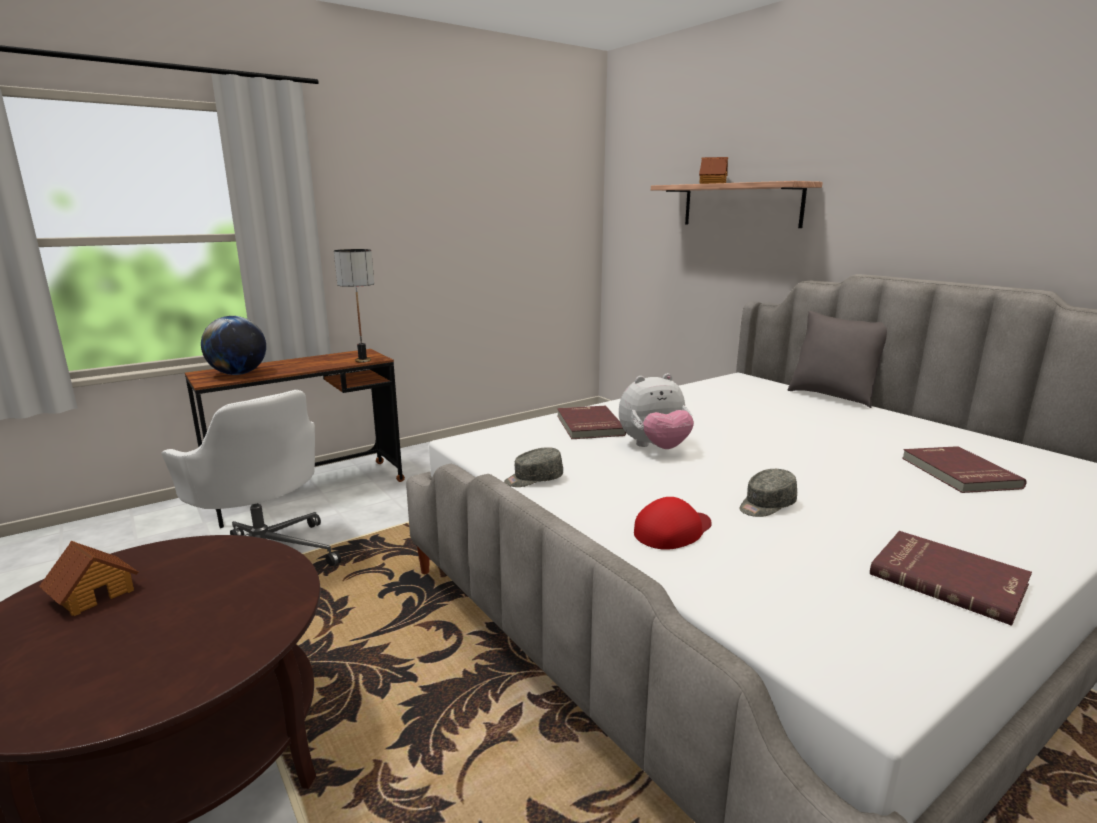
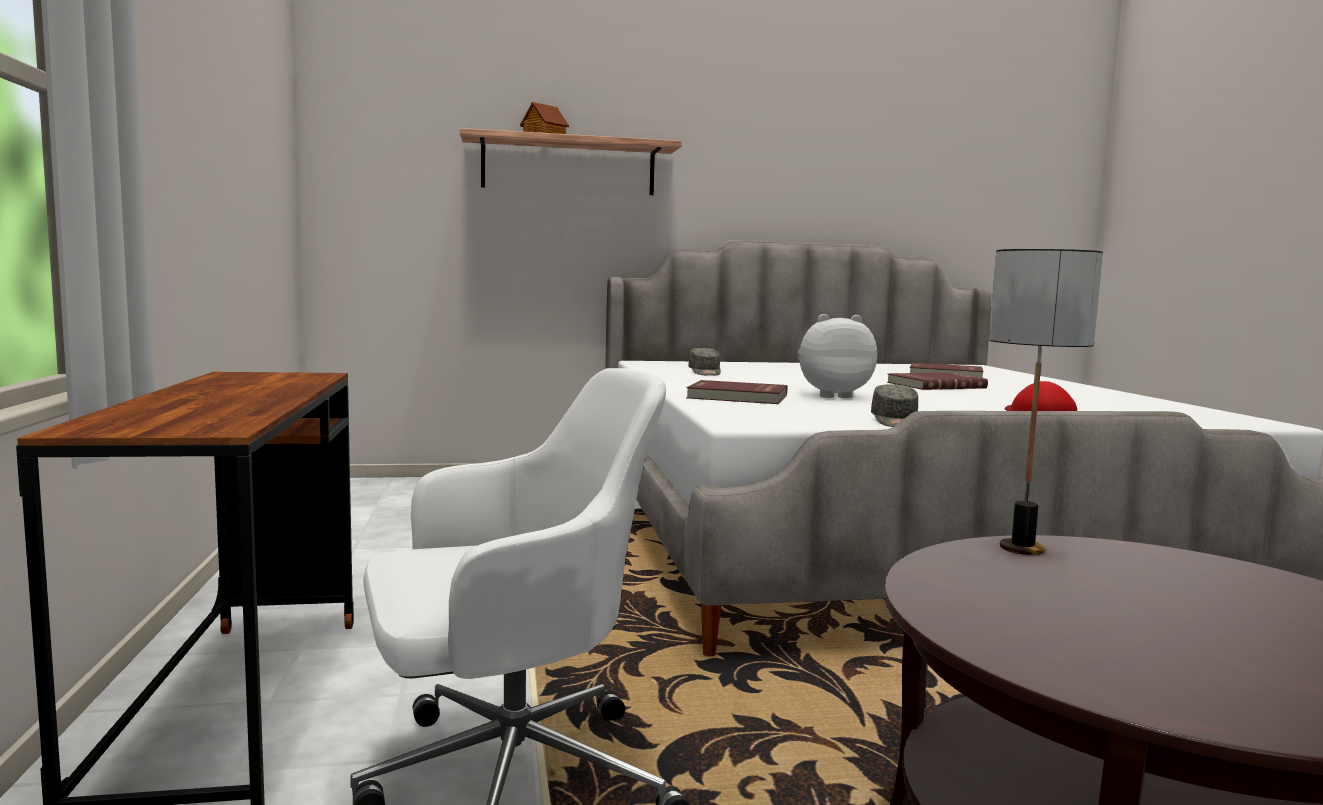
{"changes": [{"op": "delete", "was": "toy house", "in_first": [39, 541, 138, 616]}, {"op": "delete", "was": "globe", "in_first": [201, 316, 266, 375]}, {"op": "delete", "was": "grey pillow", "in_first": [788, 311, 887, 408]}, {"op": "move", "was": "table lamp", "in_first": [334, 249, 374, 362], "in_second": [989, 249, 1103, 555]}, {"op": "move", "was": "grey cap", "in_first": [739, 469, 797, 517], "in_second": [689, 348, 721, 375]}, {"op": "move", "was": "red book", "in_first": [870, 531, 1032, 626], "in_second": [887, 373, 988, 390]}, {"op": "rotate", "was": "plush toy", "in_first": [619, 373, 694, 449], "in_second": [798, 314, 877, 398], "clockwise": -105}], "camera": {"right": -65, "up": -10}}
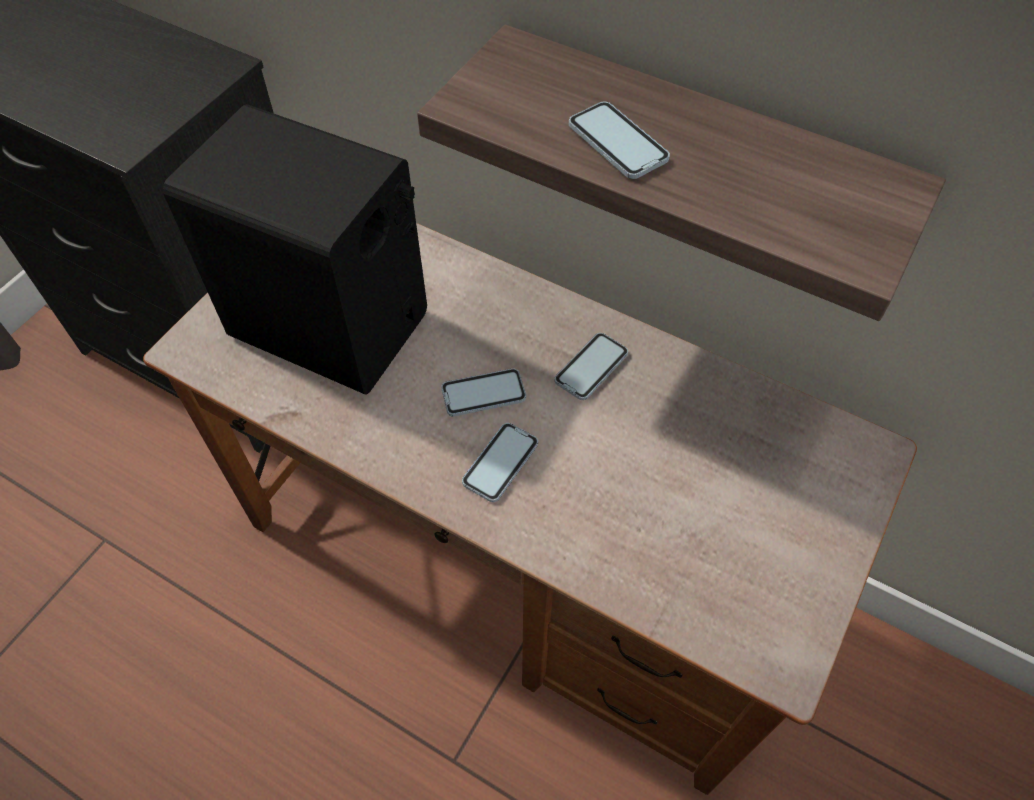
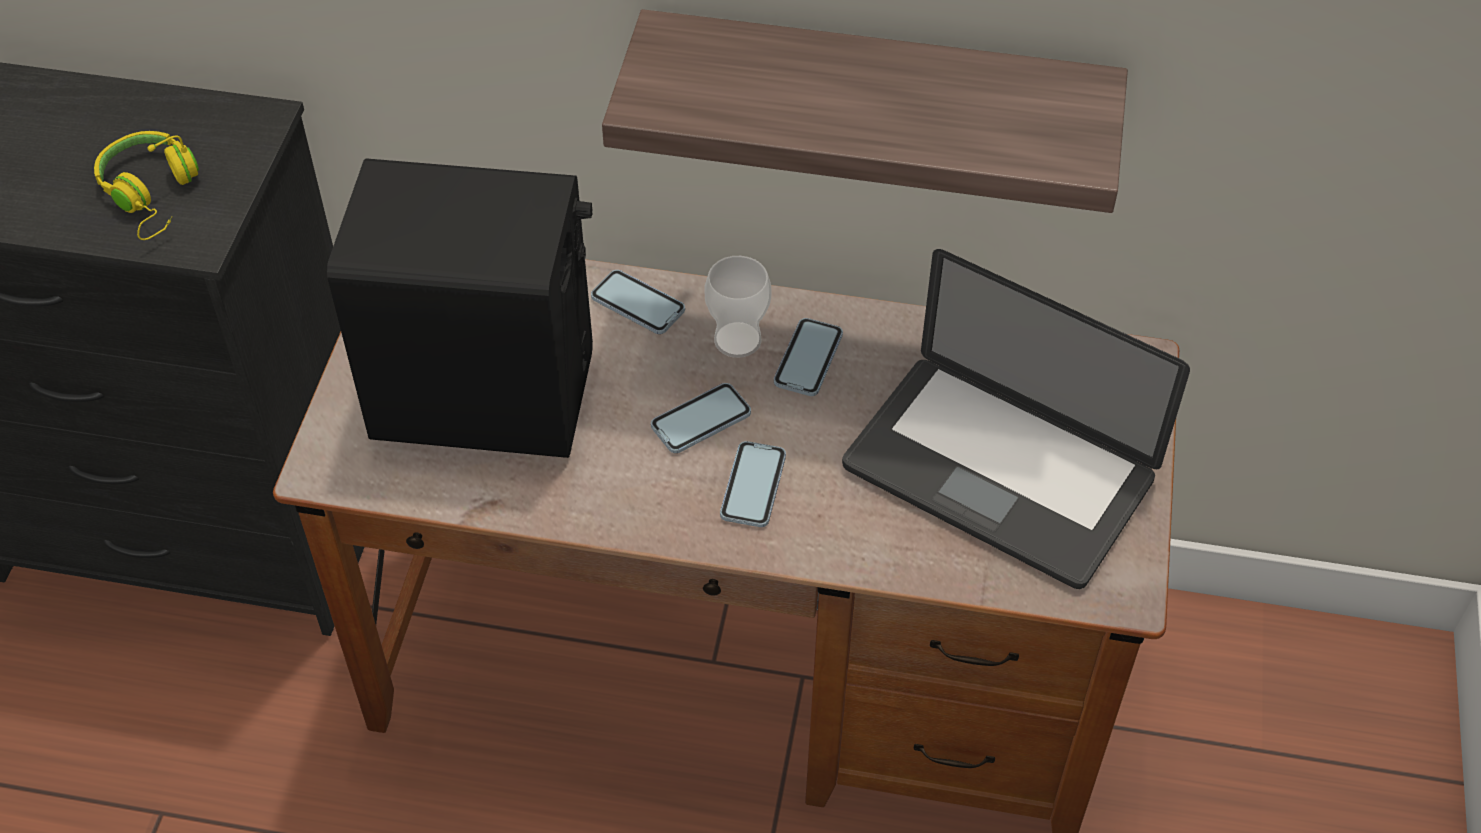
{"changes": [{"op": "insert", "now": "yellow headphones", "in_second": [94, 131, 199, 240]}, {"op": "insert", "now": "cup", "in_second": [704, 256, 772, 358]}, {"op": "insert", "now": "laptop", "in_second": [842, 249, 1190, 589]}, {"op": "move", "was": "phone", "in_first": [569, 102, 670, 179], "in_second": [591, 270, 685, 334]}], "camera": {"right": -20, "up": -5}}
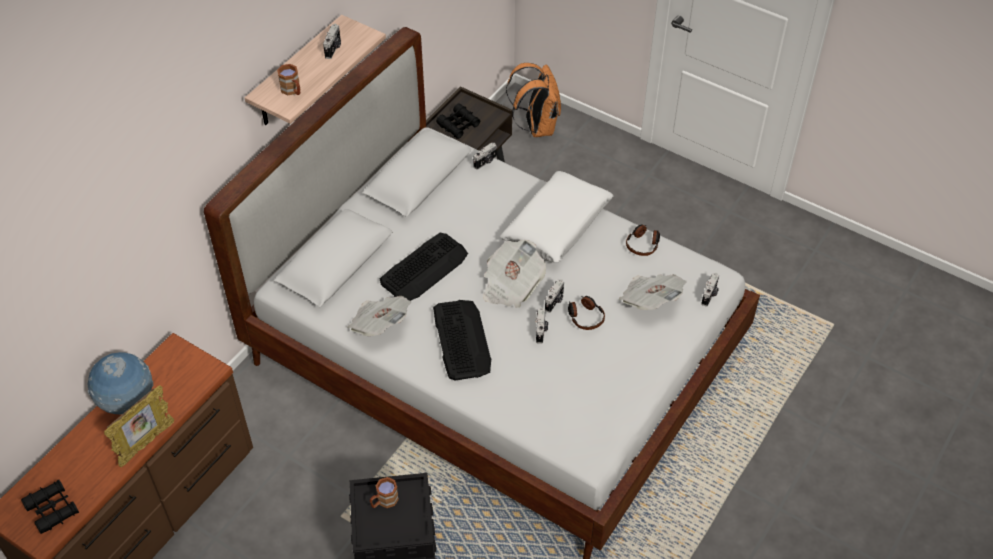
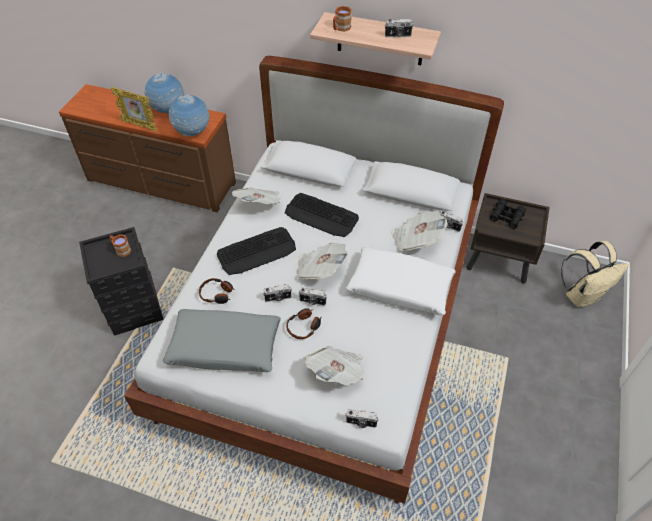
{"changes": [{"op": "delete", "was": "black binoculars", "in_first": [21, 480, 79, 534]}, {"op": "insert", "now": "grey pillow", "in_second": [163, 309, 281, 372]}, {"op": "insert", "now": "globe", "in_second": [169, 94, 210, 136]}, {"op": "insert", "now": "newspaper", "in_second": [391, 211, 448, 251]}, {"op": "move", "was": "headphones", "in_first": [626, 224, 660, 256], "in_second": [199, 278, 235, 304]}, {"op": "recolor", "was": "orange backpack", "now": "beige backpack", "in_first": [506, 63, 561, 137], "in_second": [561, 241, 629, 308]}], "camera": {"right": 75, "up": 0}}
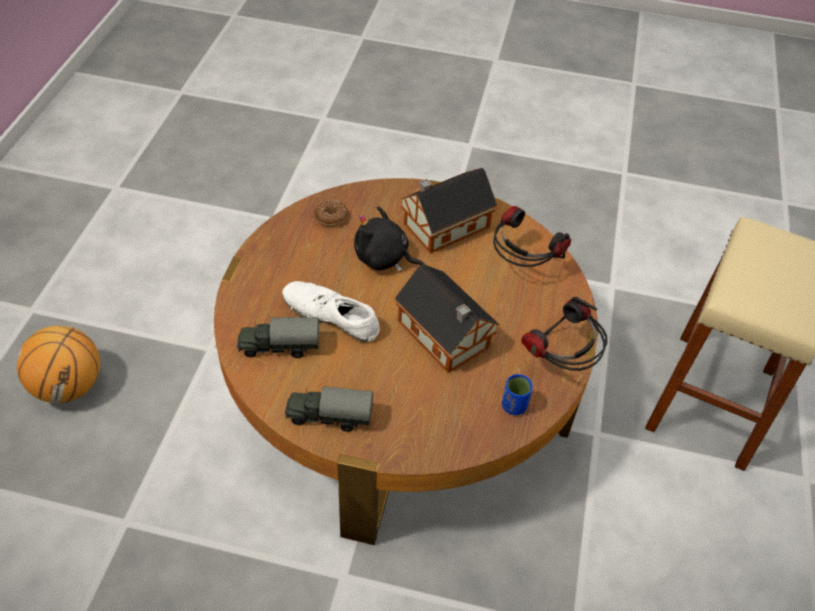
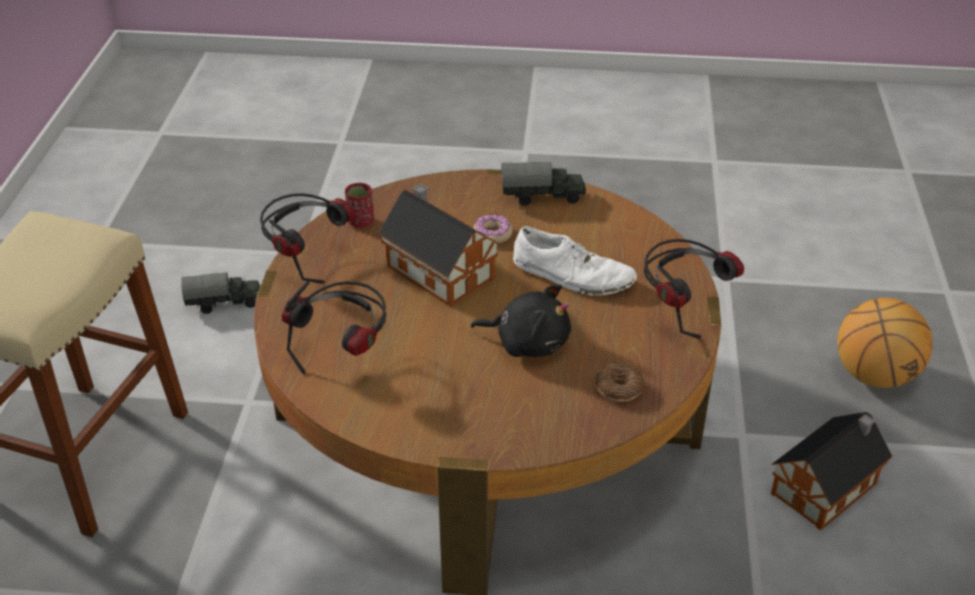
{"changes": [{"op": "insert", "now": "donut", "in_second": [474, 214, 513, 243]}, {"op": "insert", "now": "headphones", "in_second": [644, 239, 744, 339]}, {"op": "move", "was": "toy truck", "in_first": [237, 317, 319, 358], "in_second": [181, 272, 261, 314]}, {"op": "move", "was": "toy house", "in_first": [401, 168, 497, 253], "in_second": [771, 412, 892, 531]}, {"op": "recolor", "was": "blue cup", "now": "red cup", "in_first": [502, 374, 533, 415], "in_second": [345, 183, 374, 228]}], "camera": {"right": 175, "up": -10}}
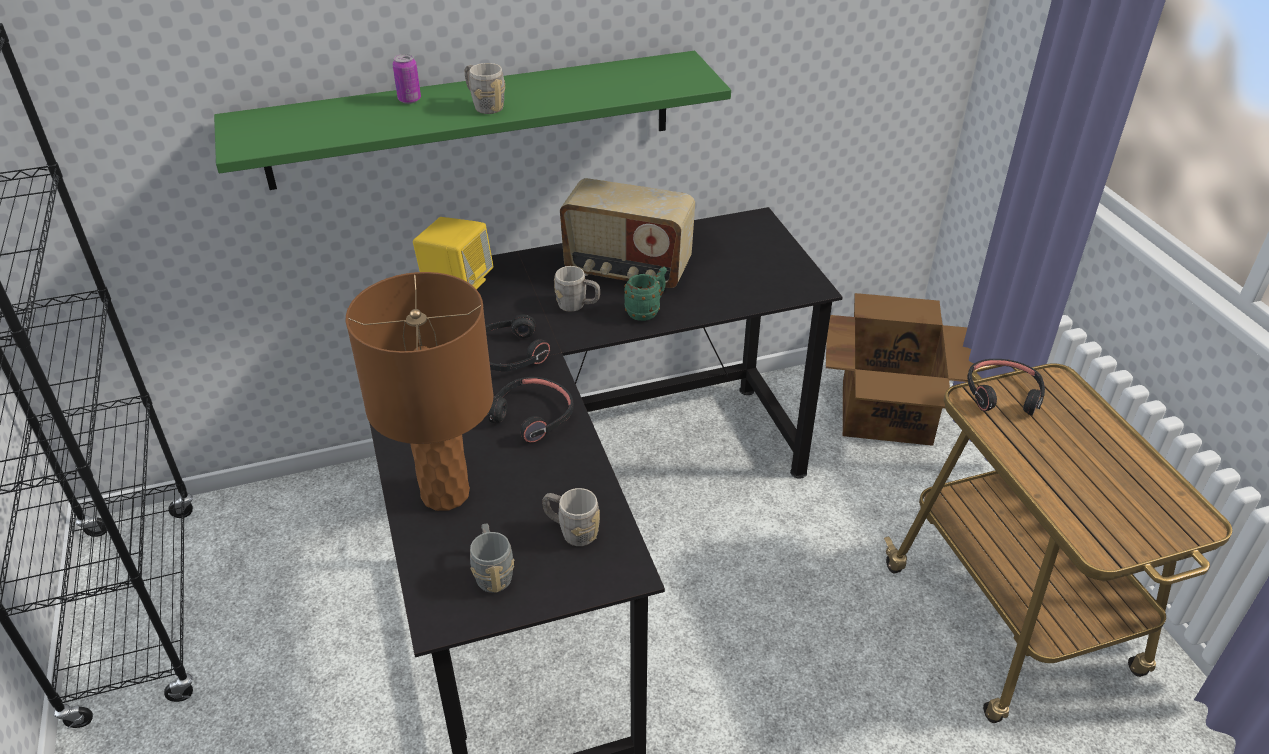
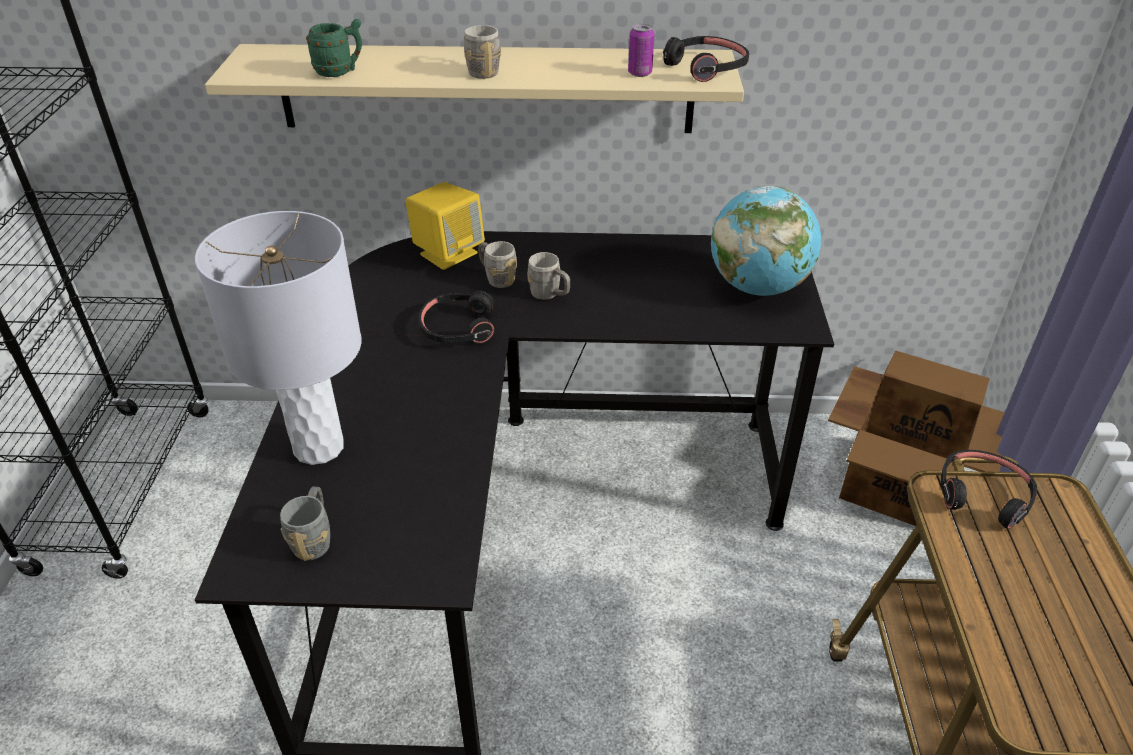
{"changes": [{"op": "delete", "was": "radio", "in_first": [560, 178, 695, 288]}, {"op": "insert", "now": "globe", "in_second": [711, 186, 821, 296]}, {"op": "move", "was": "can", "in_first": [392, 54, 421, 104], "in_second": [628, 24, 654, 77]}, {"op": "move", "was": "black headphones", "in_first": [488, 377, 574, 443], "in_second": [663, 36, 749, 82]}, {"op": "move", "was": "grey mug", "in_first": [542, 488, 600, 546], "in_second": [478, 241, 517, 288]}, {"op": "move", "was": "green mug", "in_first": [624, 267, 667, 321], "in_second": [306, 19, 362, 77]}, {"op": "recolor", "was": "green shelf", "now": "beige shelf", "in_first": [214, 51, 731, 190], "in_second": [205, 44, 744, 133]}, {"op": "recolor", "was": "brown table lamp", "now": "grey table lamp", "in_first": [346, 272, 494, 511], "in_second": [195, 211, 362, 465]}], "camera": {"right": 20, "up": 0}}
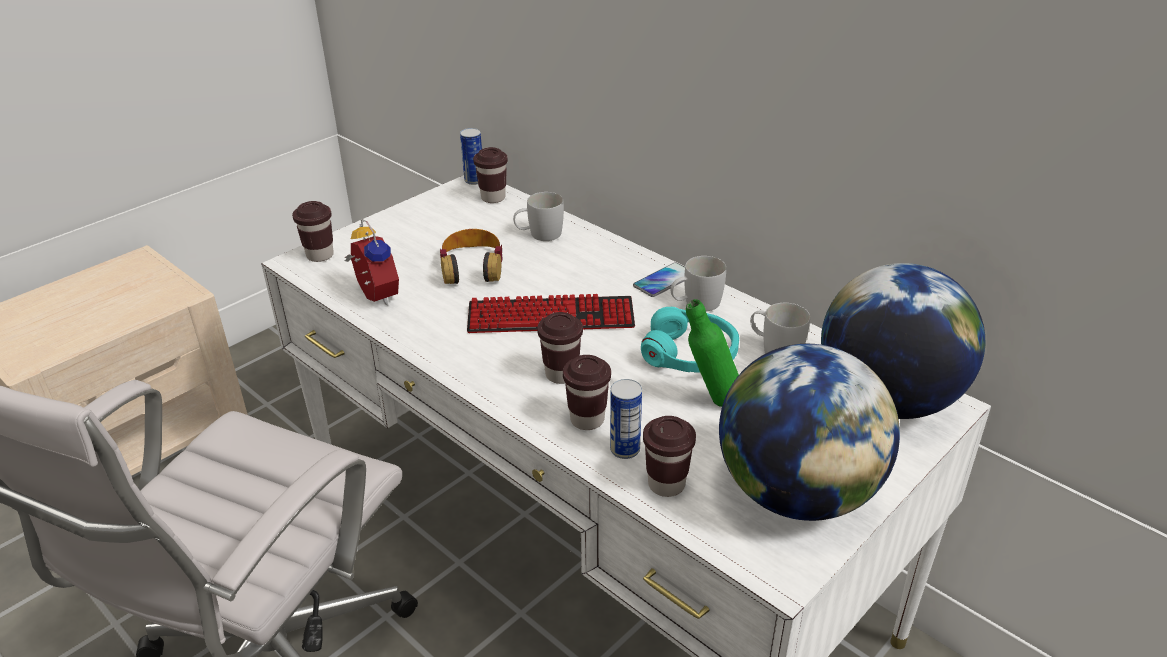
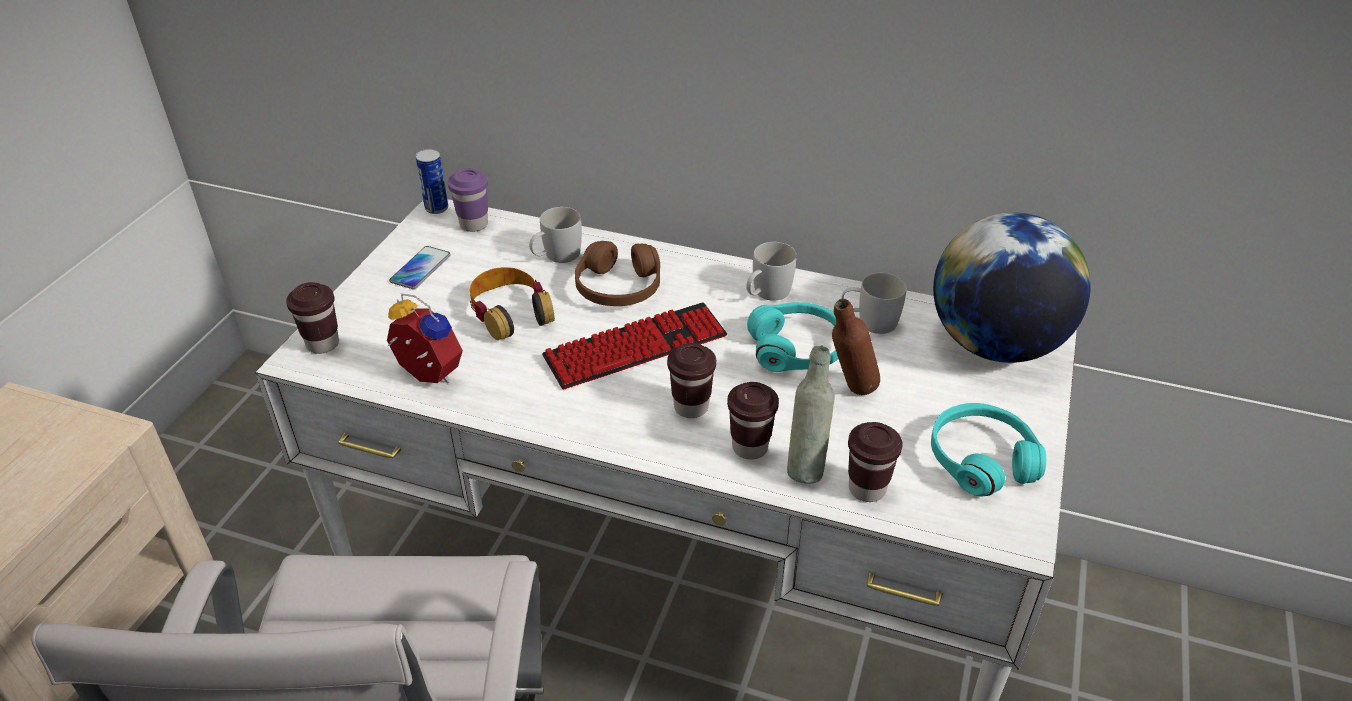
{"changes": [{"op": "insert", "now": "brown headphones", "in_second": [575, 241, 660, 306]}, {"op": "move", "was": "phone", "in_first": [633, 262, 685, 297], "in_second": [389, 246, 451, 289]}, {"op": "replace", "was": "can", "now": "grey bottle", "in_first": [610, 379, 642, 459], "in_second": [787, 346, 835, 484]}, {"op": "replace", "was": "globe", "now": "turquoise headphones", "in_first": [719, 344, 900, 521], "in_second": [931, 403, 1046, 496]}, {"op": "recolor", "was": "brown cup", "now": "purple cup", "in_first": [473, 147, 508, 203], "in_second": [448, 168, 488, 232]}, {"op": "recolor", "was": "green bottle", "now": "brown bottle", "in_first": [686, 299, 739, 407], "in_second": [832, 299, 880, 395]}], "camera": {"right": -25, "up": 5}}
